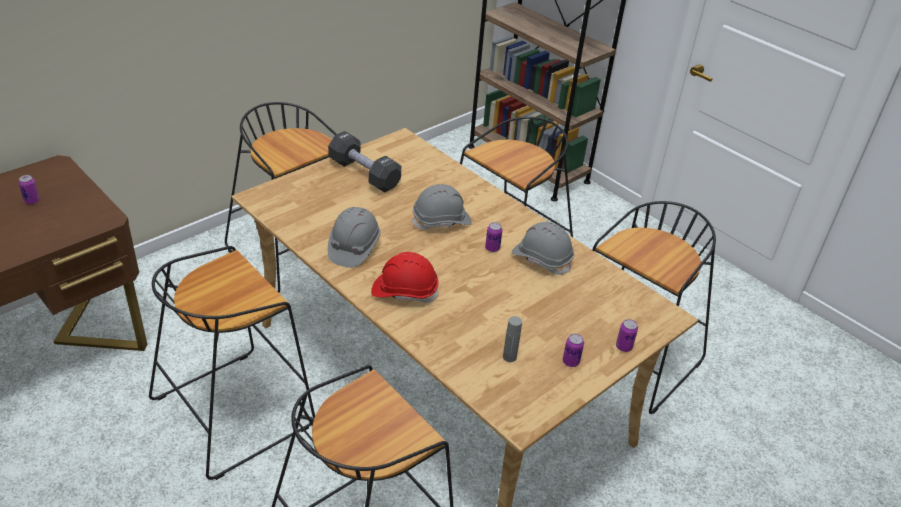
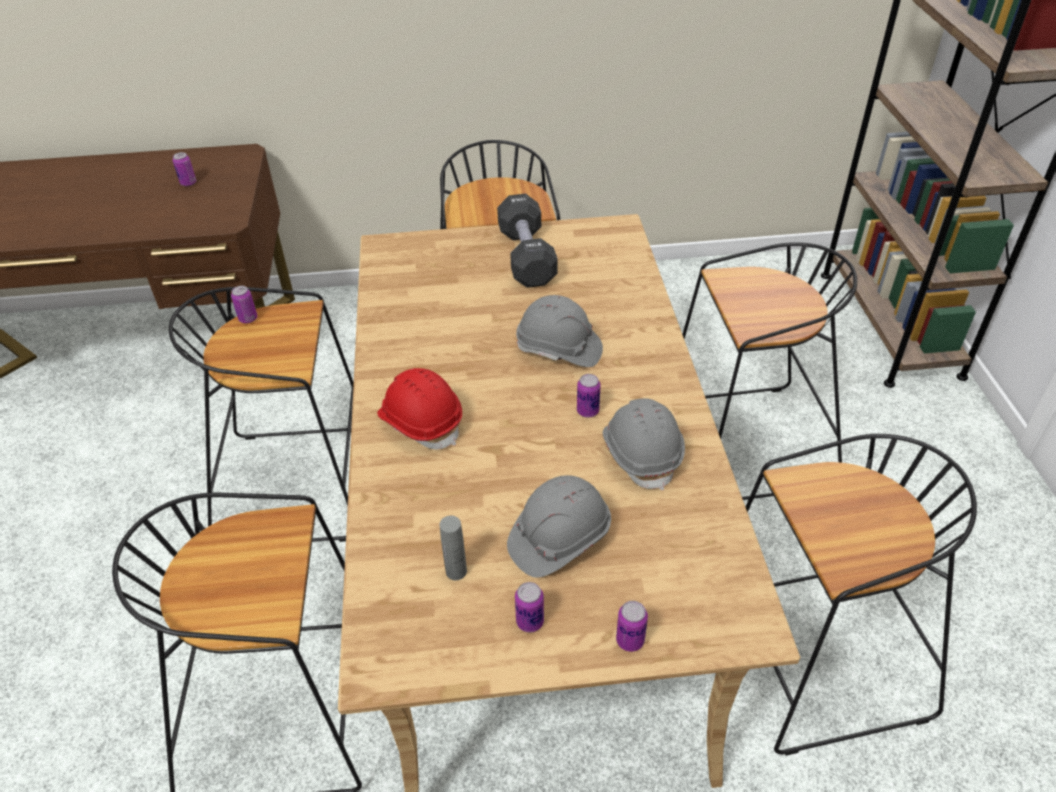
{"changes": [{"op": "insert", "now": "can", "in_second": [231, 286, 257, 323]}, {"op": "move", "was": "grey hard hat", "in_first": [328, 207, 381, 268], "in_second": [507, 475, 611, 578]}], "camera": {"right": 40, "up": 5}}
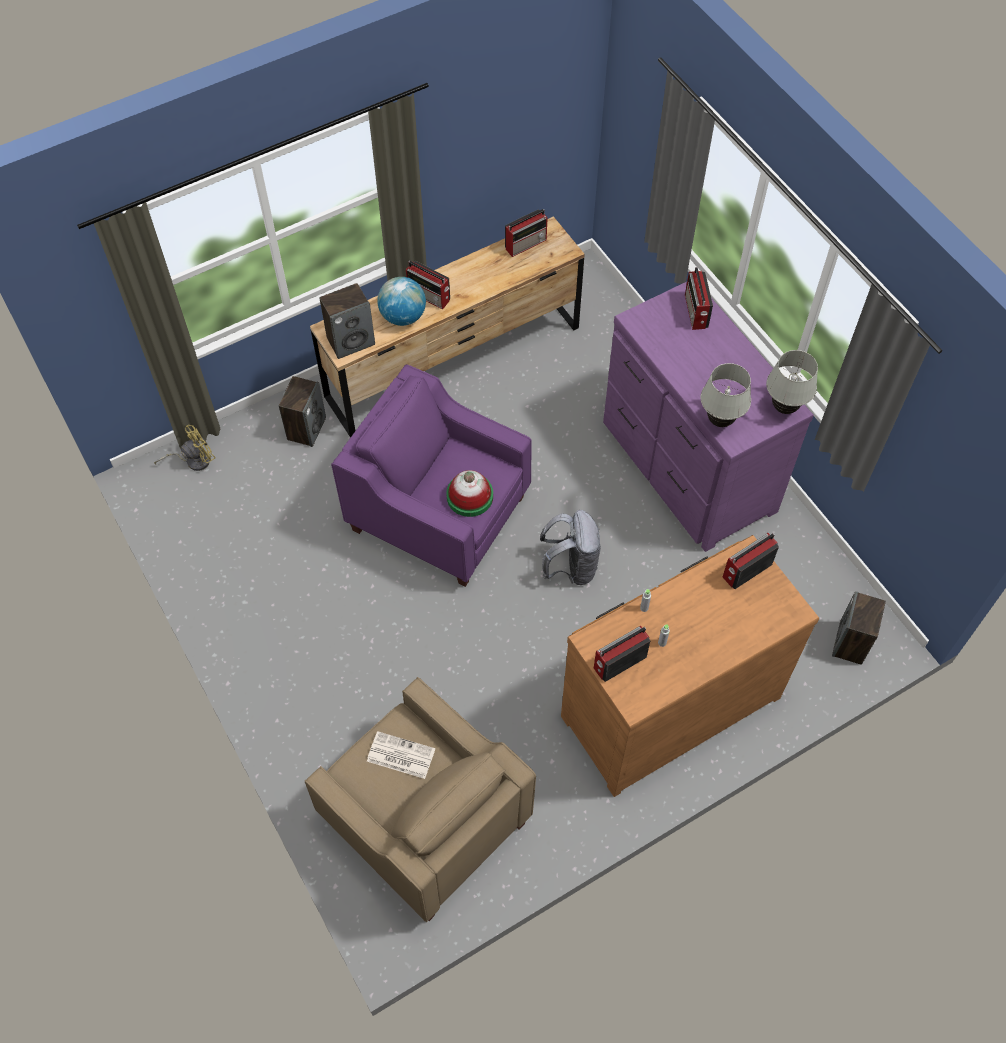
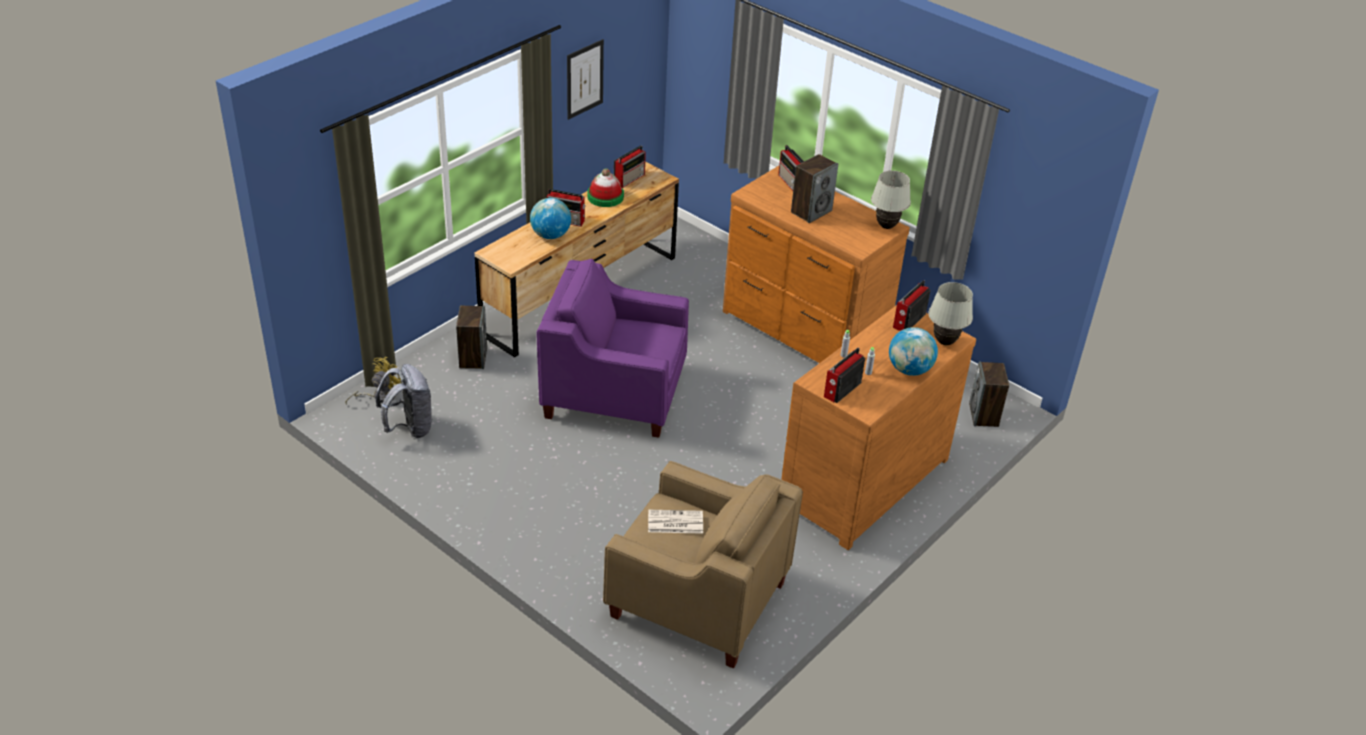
{"changes": [{"op": "insert", "now": "picture", "in_second": [567, 39, 604, 120]}, {"op": "insert", "now": "globe", "in_second": [889, 327, 938, 376]}, {"op": "move", "was": "speaker", "in_first": [319, 283, 375, 359], "in_second": [791, 154, 838, 223]}, {"op": "move", "was": "hat", "in_first": [446, 470, 493, 517], "in_second": [587, 168, 624, 207]}, {"op": "move", "was": "grey backpack", "in_first": [540, 510, 601, 585], "in_second": [376, 364, 433, 438]}, {"op": "move", "was": "white table lamp", "in_first": [701, 363, 751, 427], "in_second": [928, 282, 973, 345]}, {"op": "recolor", "was": "purple dresser", "now": "brown dresser", "in_first": [603, 282, 814, 552], "in_second": [723, 166, 910, 363]}], "camera": {"right": -20, "up": -20}}
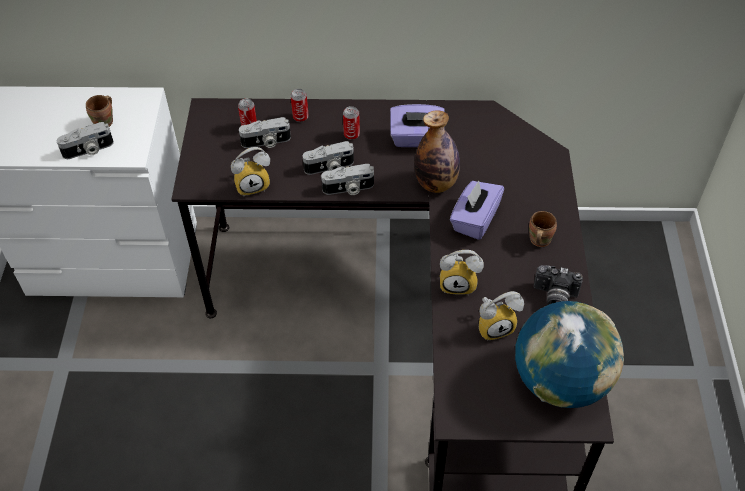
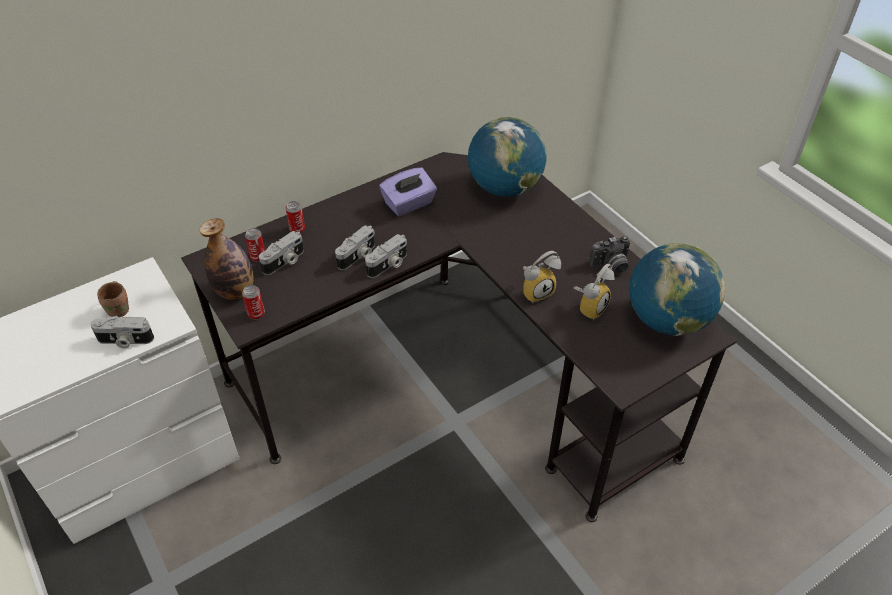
{"changes": [{"op": "delete", "was": "alarm clock", "in_first": [231, 147, 270, 196]}, {"op": "delete", "was": "purple tissue box", "in_first": [450, 180, 504, 240]}, {"op": "delete", "was": "brown mug", "in_first": [529, 211, 557, 247]}, {"op": "insert", "now": "globe", "in_second": [468, 117, 547, 197]}, {"op": "move", "was": "can", "in_first": [343, 106, 360, 140], "in_second": [242, 285, 265, 320]}, {"op": "move", "was": "bottle", "in_first": [415, 110, 460, 193], "in_second": [199, 218, 254, 300]}, {"op": "rotate", "was": "photo camera", "in_first": [57, 122, 114, 159], "in_second": [90, 316, 154, 349], "clockwise": 60}], "camera": {"right": -35, "up": -5}}
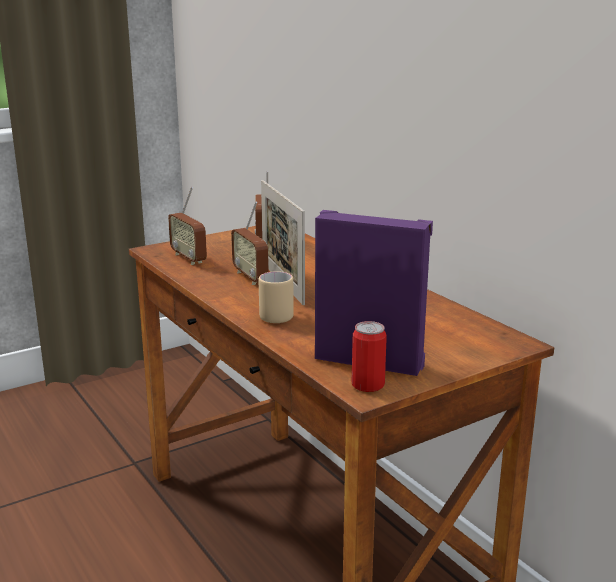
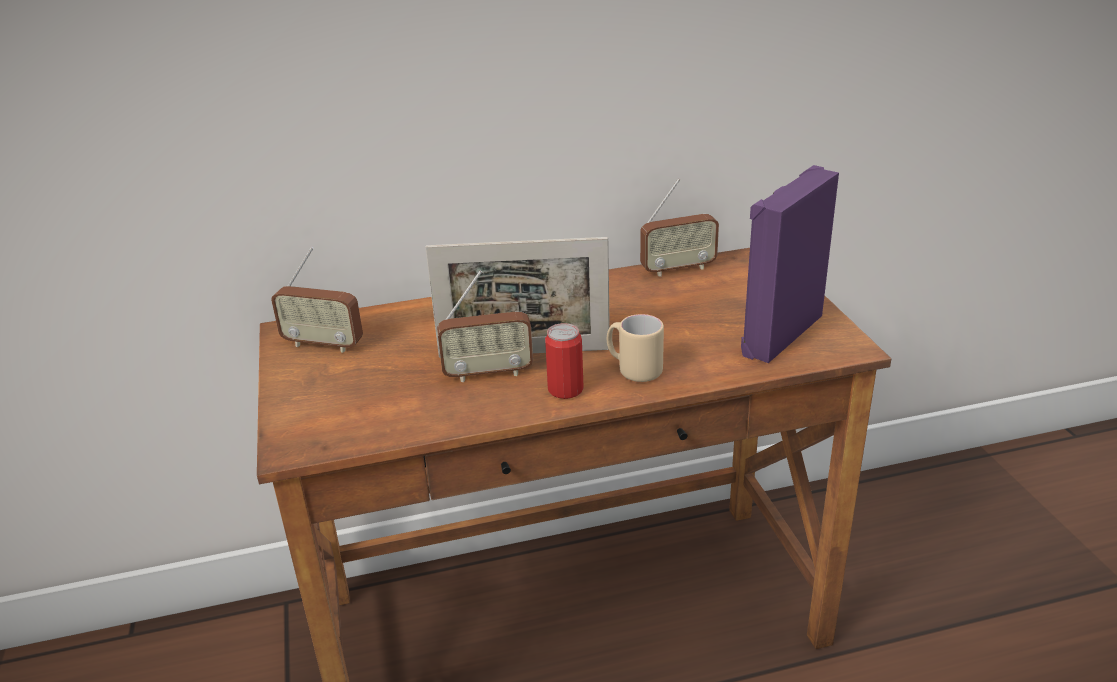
{"changes": [{"op": "move", "was": "radio", "in_first": [168, 187, 207, 265], "in_second": [640, 178, 719, 277]}, {"op": "move", "was": "can", "in_first": [352, 321, 387, 392], "in_second": [545, 323, 584, 399]}], "camera": {"right": -70, "up": 10}}
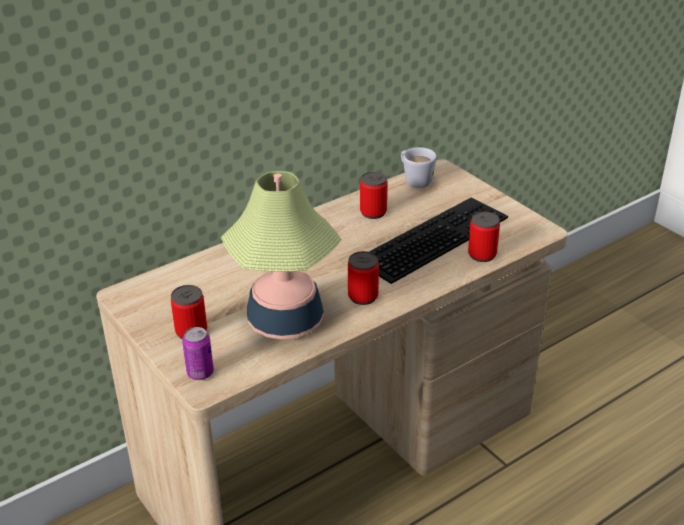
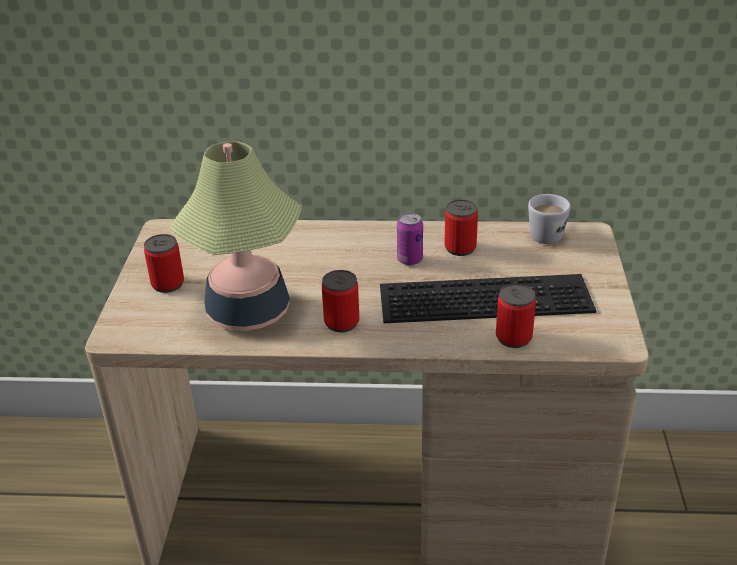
{"changes": [{"op": "move", "was": "can", "in_first": [182, 327, 214, 380], "in_second": [397, 213, 423, 265]}], "camera": {"right": 40, "up": 0}}
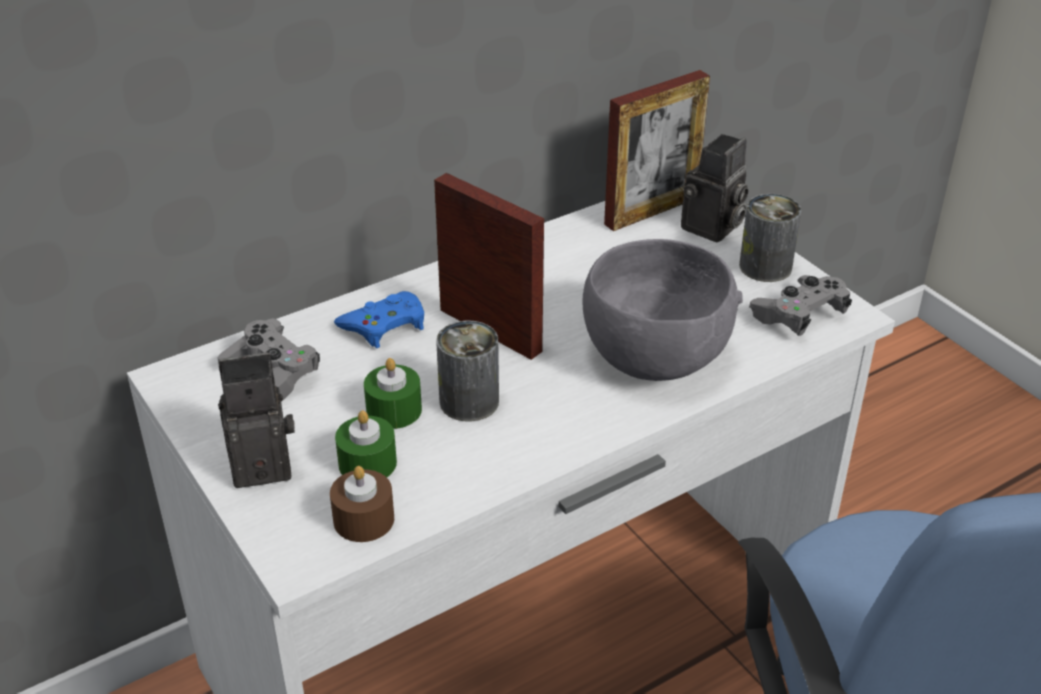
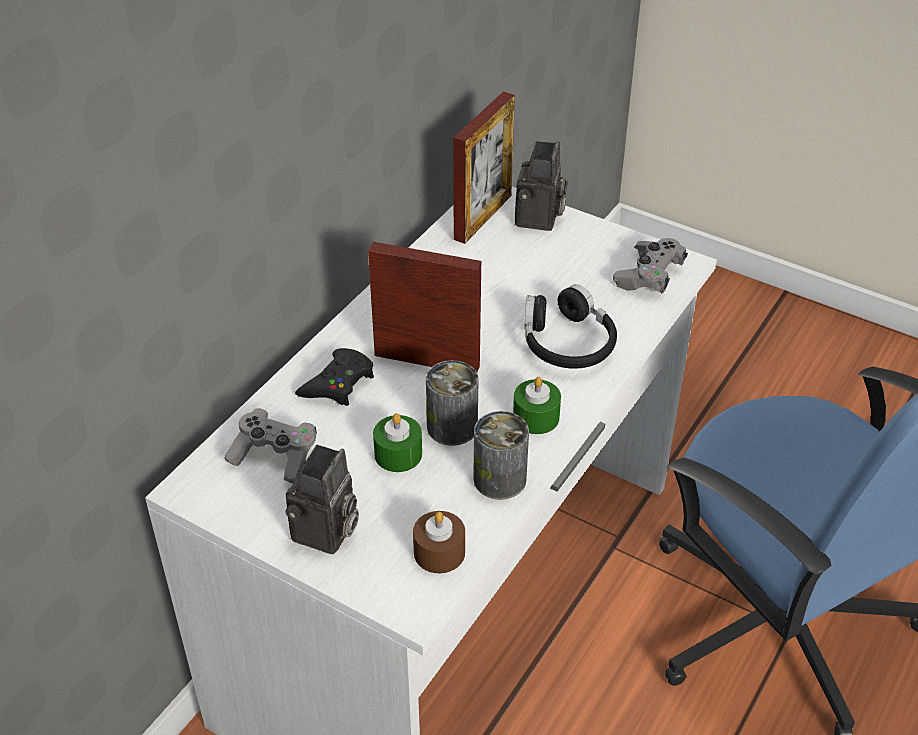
{"changes": [{"op": "move", "was": "green candle", "in_first": [335, 410, 397, 477], "in_second": [513, 377, 561, 434]}, {"op": "move", "was": "can", "in_first": [739, 194, 801, 282], "in_second": [473, 411, 529, 500]}, {"op": "replace", "was": "grey bowl", "now": "black headphones", "in_first": [582, 239, 743, 381], "in_second": [524, 284, 617, 369]}, {"op": "recolor", "was": "blue game controller", "now": "black game controller", "in_first": [334, 291, 424, 348], "in_second": [295, 348, 374, 406]}, {"op": "rotate", "was": "photo camera", "in_first": [218, 352, 295, 488], "in_second": [285, 445, 359, 554], "clockwise": 150}], "camera": {"right": -25, "up": 5}}
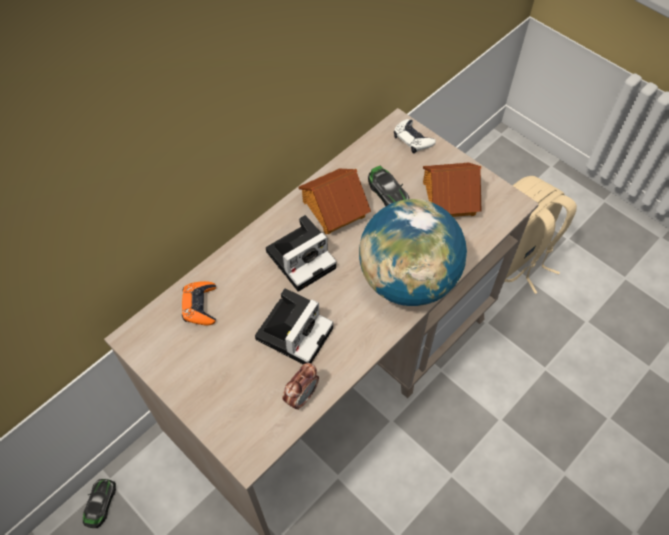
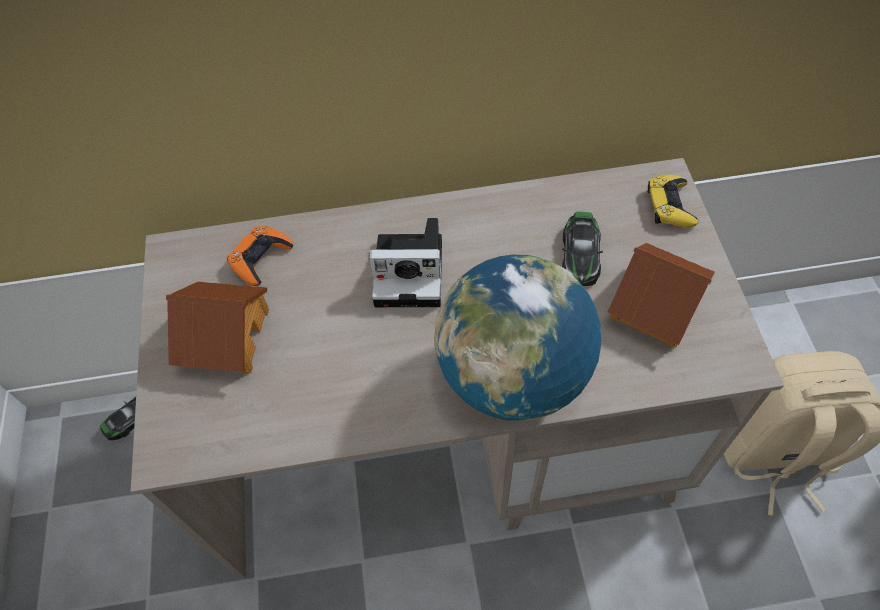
{"changes": [{"op": "delete", "was": "photo camera", "in_first": [255, 288, 333, 364]}, {"op": "delete", "was": "alarm clock", "in_first": [282, 363, 319, 410]}, {"op": "move", "was": "toy house", "in_first": [298, 169, 371, 234], "in_second": [166, 282, 269, 374]}, {"op": "recolor", "was": "white game controller", "now": "yellow game controller", "in_first": [394, 119, 436, 153], "in_second": [648, 175, 699, 228]}], "camera": {"right": 40, "up": 0}}
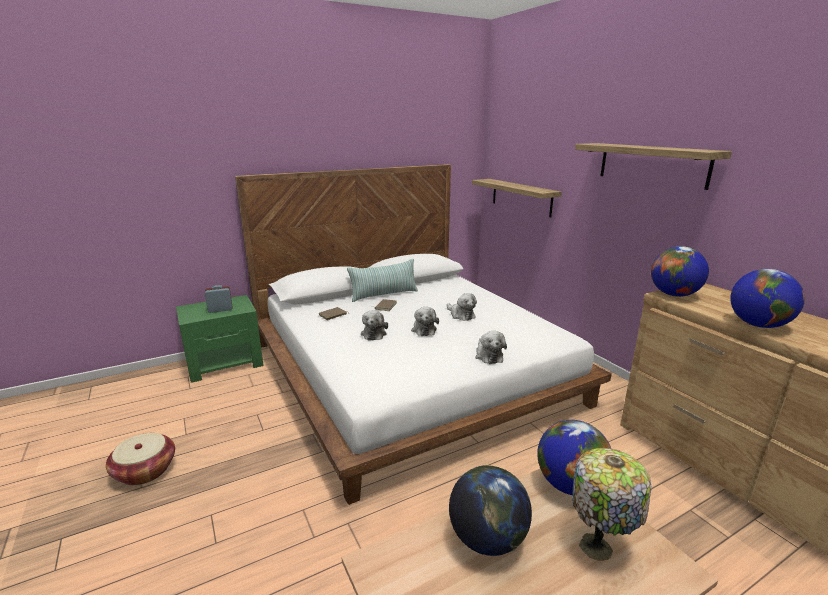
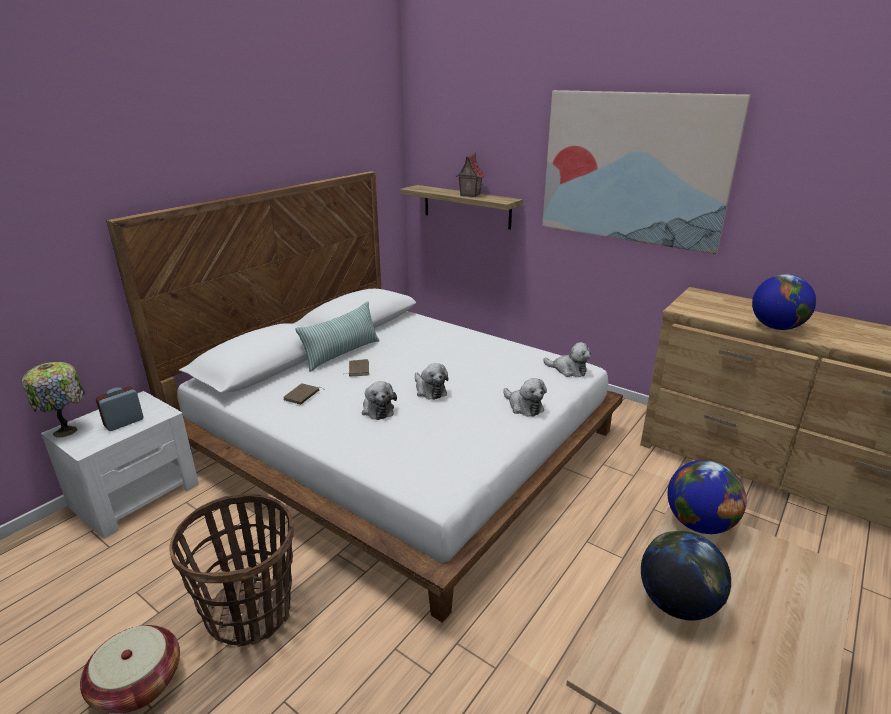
{"changes": [{"op": "delete", "was": "globe", "in_first": [651, 246, 709, 297]}, {"op": "insert", "now": "basket", "in_second": [169, 494, 294, 647]}, {"op": "insert", "now": "toy house", "in_second": [456, 153, 486, 197]}, {"op": "move", "was": "plush toy", "in_first": [447, 293, 477, 321], "in_second": [543, 342, 591, 377]}, {"op": "move", "was": "table lamp", "in_first": [572, 448, 652, 561], "in_second": [22, 362, 85, 438]}, {"op": "replace", "was": "shelf", "now": "picture", "in_first": [575, 143, 732, 190], "in_second": [542, 90, 751, 254]}, {"op": "recolor", "was": "green nightstand", "now": "white nightstand", "in_first": [176, 295, 263, 383], "in_second": [41, 391, 199, 538]}], "camera": {"right": -25, "up": 5}}
